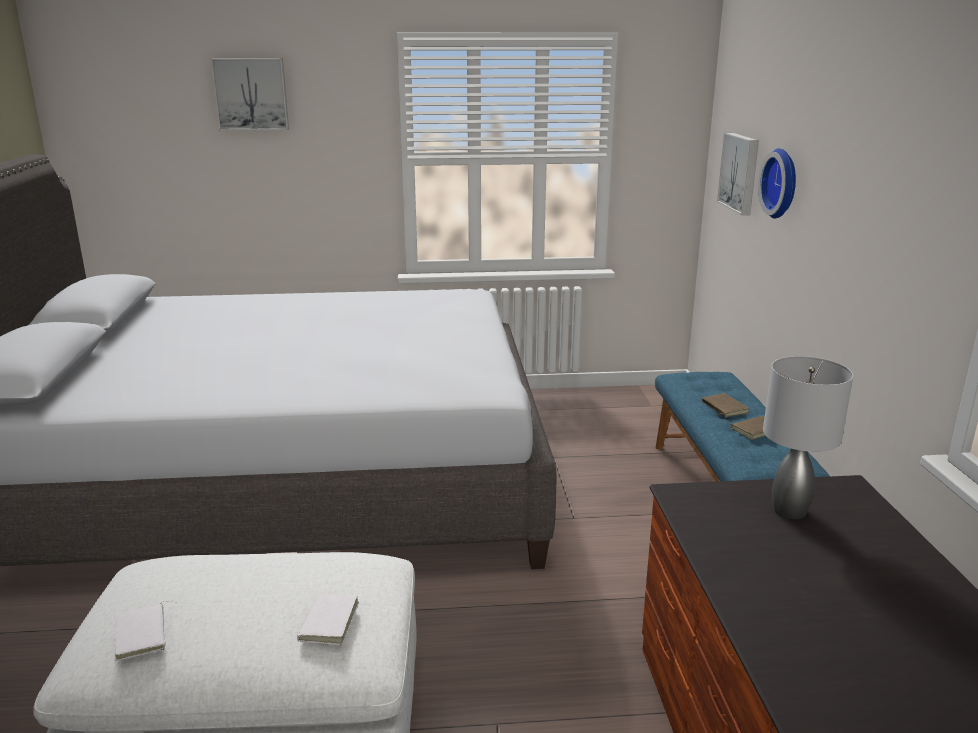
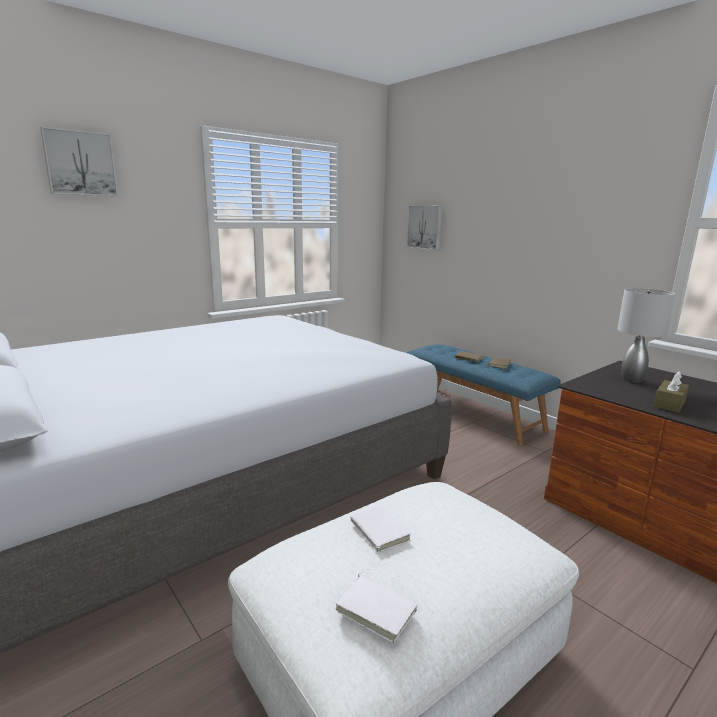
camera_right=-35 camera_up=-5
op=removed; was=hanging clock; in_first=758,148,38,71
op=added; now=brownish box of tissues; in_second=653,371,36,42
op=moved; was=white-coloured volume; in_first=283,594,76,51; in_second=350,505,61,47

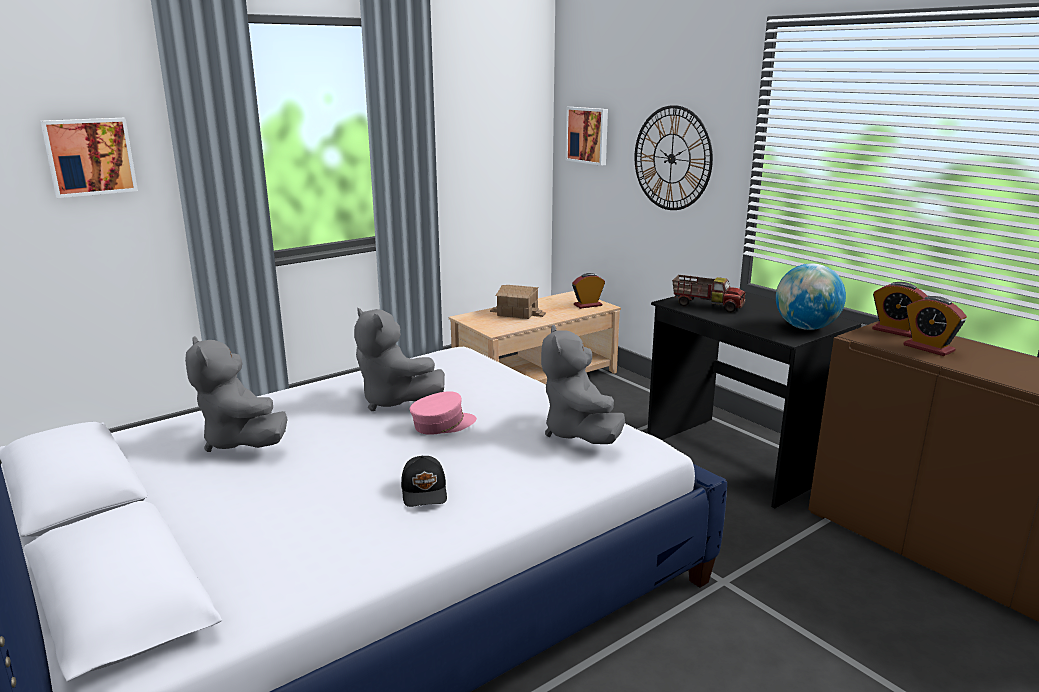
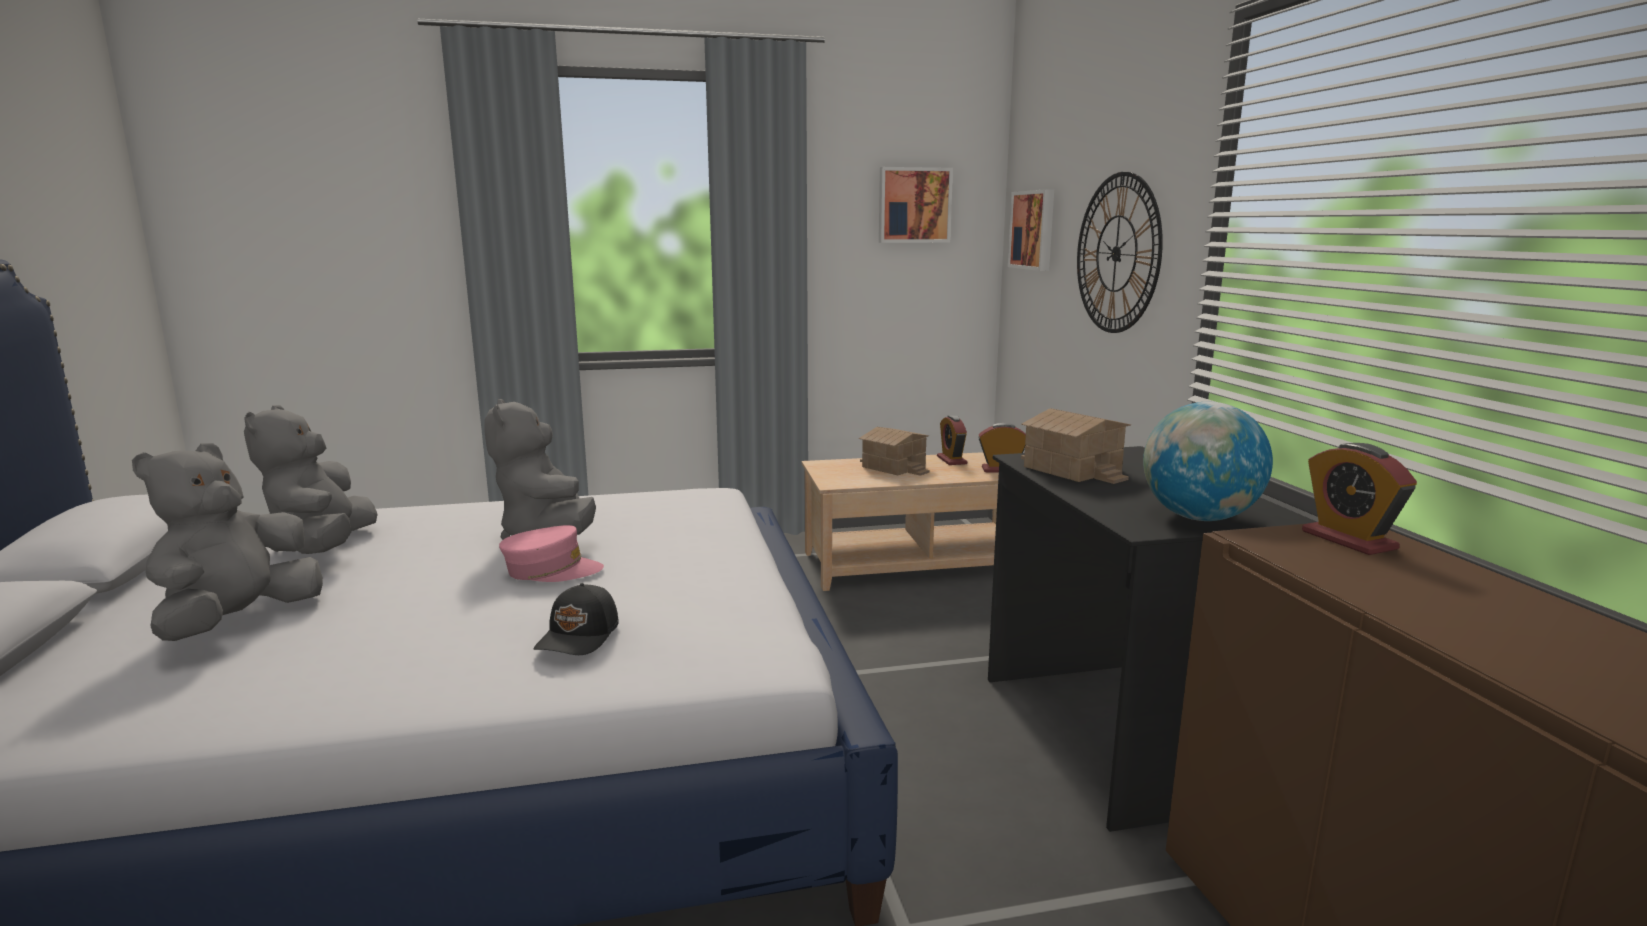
camera_right=25 camera_up=-5
op=moved; was=wall picture; in_first=40,118,98,80; in_second=879,167,74,76
op=moved; was=black-coloured peaked cap; in_first=401,456,46,51; in_second=534,583,85,72
op=moved; was=grey plush toy; in_first=541,325,84,119; in_second=132,443,191,198
op=moved; was=table clock; in_first=904,296,63,60; in_second=937,415,30,50
op=replaced; was=toy truck; now=miniature house; in_first=672,275,74,38; in_second=1021,408,110,76

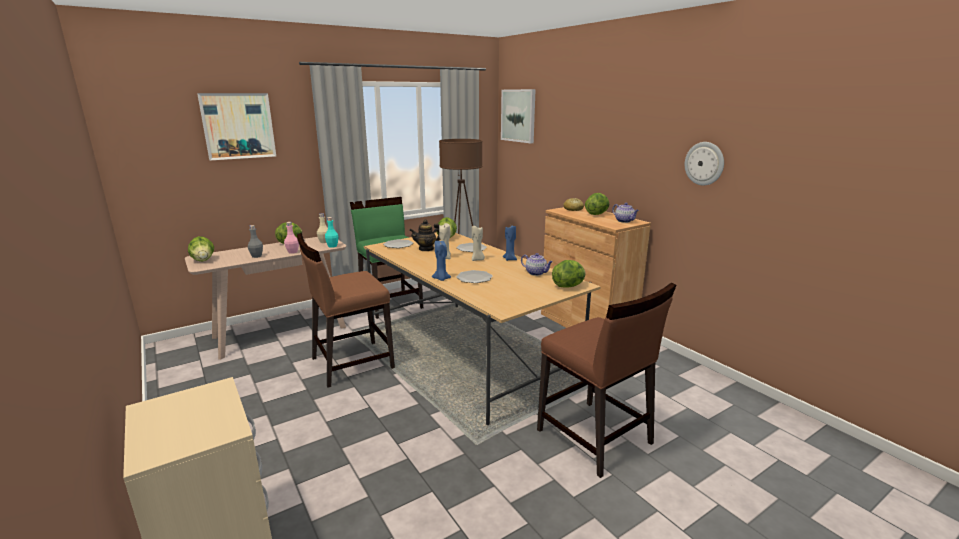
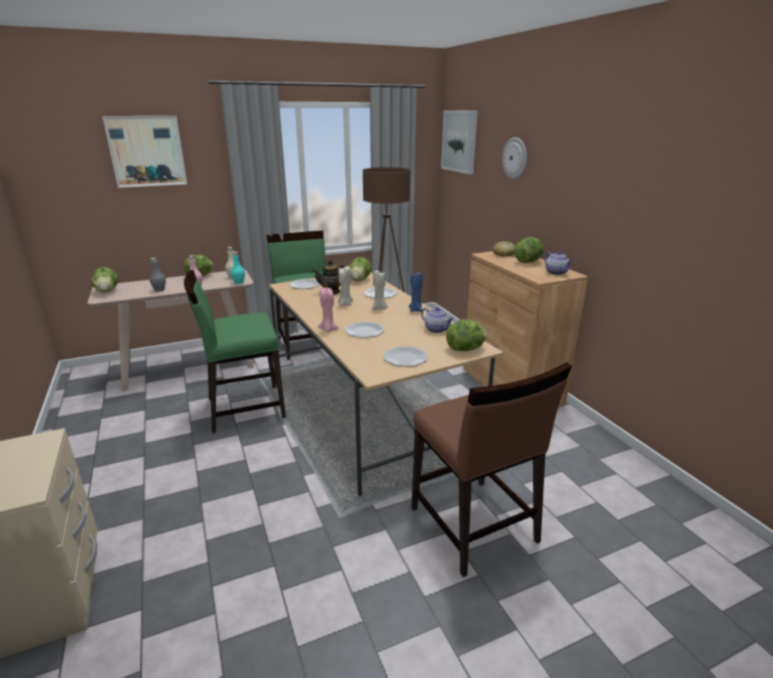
camera_right=10 camera_up=5
op=added; now=flat dish; in_second=384,346,43,21
op=moved; was=hanging clock; in_first=685,142,39,44; in_second=502,137,25,42
op=recoloured; was=brownish plain chair; now=green plain chair; in_first=297,233,98,154; in_second=184,270,102,163
op=recoloured; was=bluish candle; now=pink candle; in_first=432,241,19,40; in_second=318,287,21,45

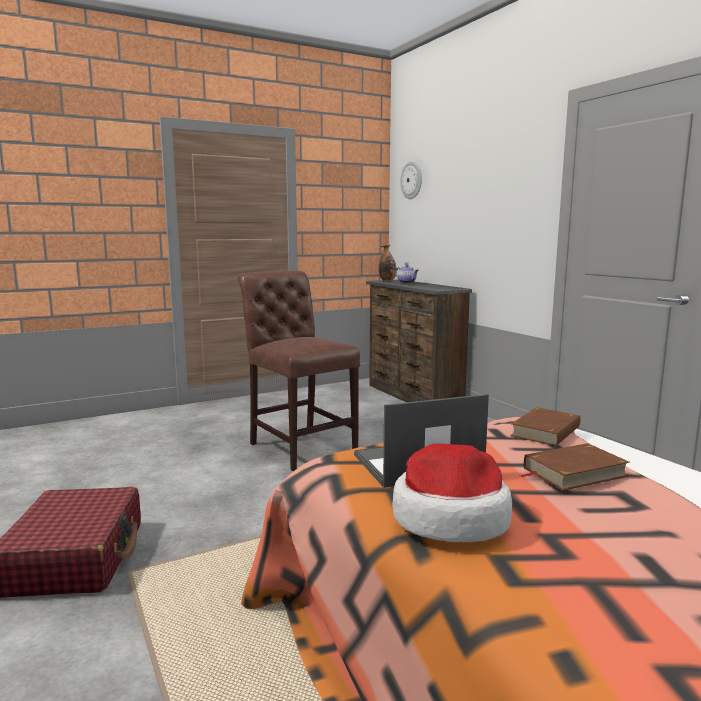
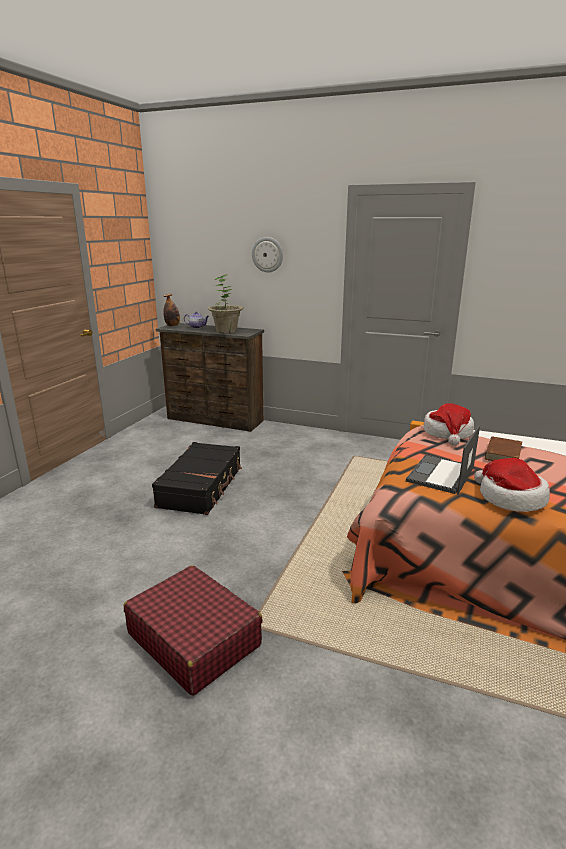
camera_right=-40 camera_up=10
op=added; now=plant in a pot; in_second=208,274,35,59
op=moved; was=hanging clock; in_first=400,161,22,38; in_second=252,237,31,36
op=replaced; was=brownish plain chair; now=black-coloured travel case; in_first=238,270,122,201; in_second=152,442,90,73
op=replaced; was=brownish volume; now=wearable hat; in_first=510,407,70,39; in_second=423,403,51,43

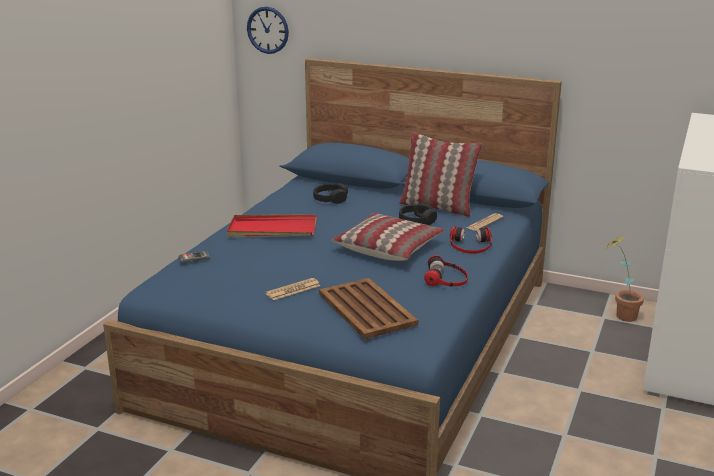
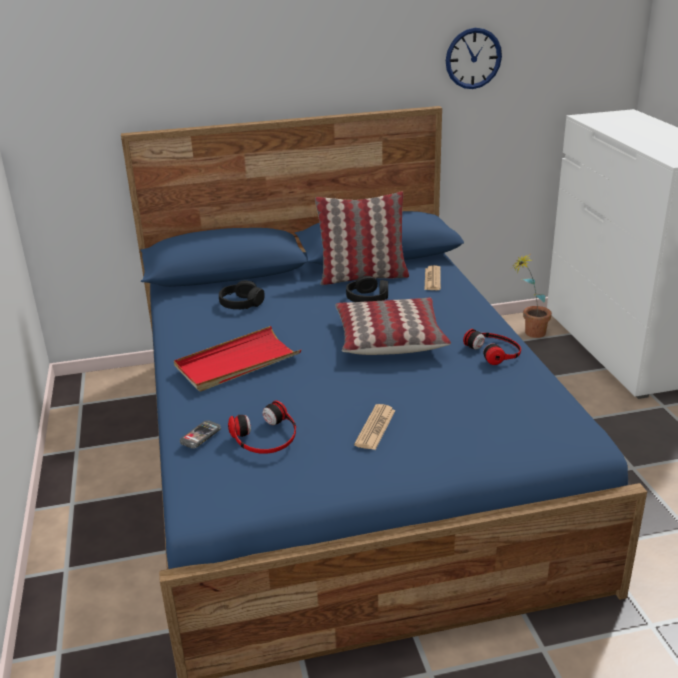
camera_right=-35 camera_up=5
op=removed; was=brownish carrying tray; in_first=319,278,99,61
op=moved; was=hanging clock; in_first=247,7,42,47; in_second=446,28,56,61
op=moved; was=headphones; in_first=450,226,42,28; in_second=228,401,68,53

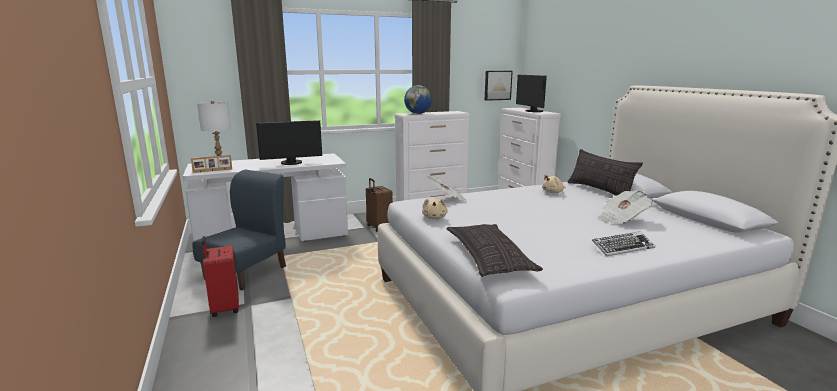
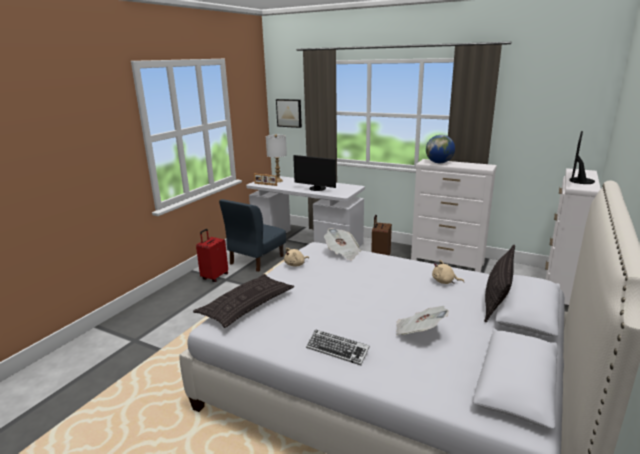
camera_right=50 camera_up=5
op=moved; was=wall picture; in_first=485,71,28,30; in_second=276,99,26,29
op=turned; was=bluish plain chair; in_first=192,170,94,121; in_second=219,199,67,73; clockwise=135

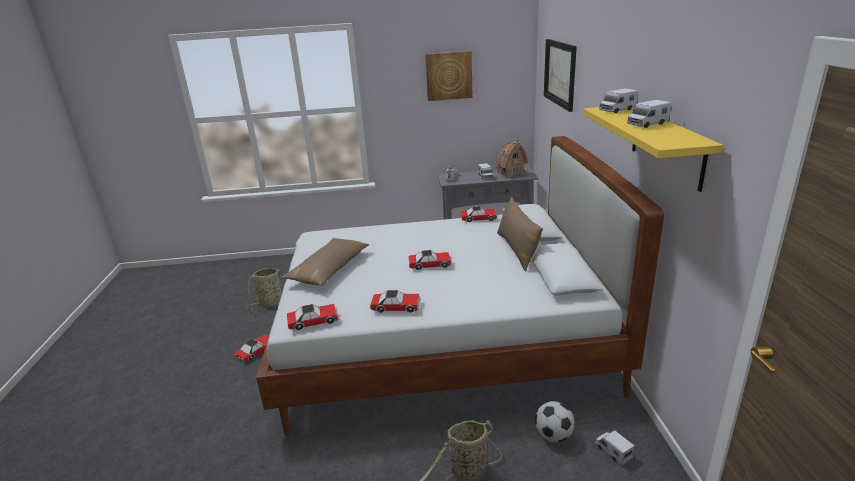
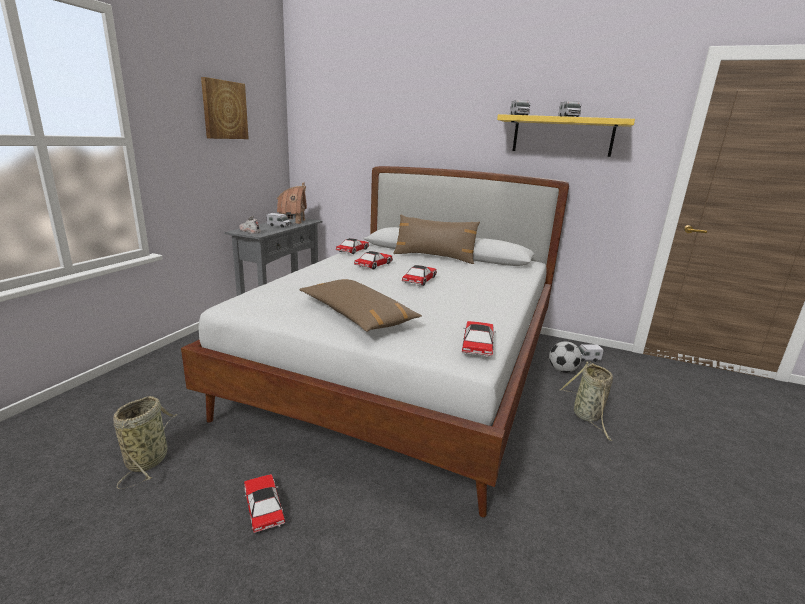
camera_right=-65 camera_up=-5
op=removed; was=wall picture; in_first=544,39,33,73
op=moved; was=miniature car; in_first=370,290,51,22; in_second=354,251,39,18

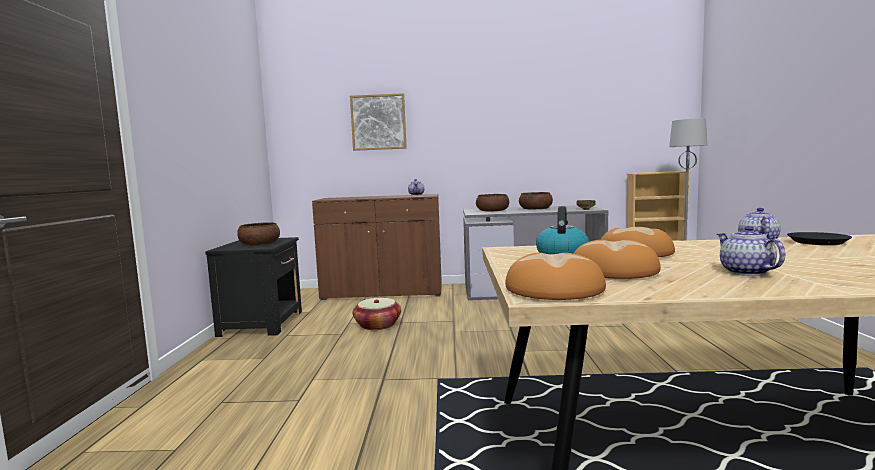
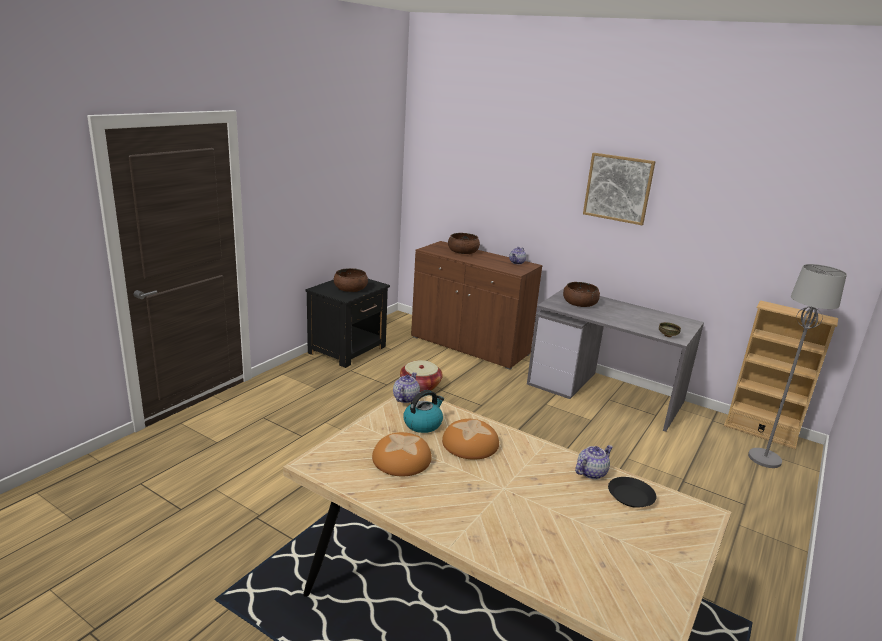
camera_right=30 camera_up=15
op=removed; was=bread; in_first=505,253,101,47
op=moved; was=wall picture; in_first=350,93,57,58; in_second=583,153,73,72
op=moved; was=brownish serving bowl; in_first=519,192,34,17; in_second=448,233,32,21
op=moved; was=pot for tea; in_first=717,226,68,50; in_second=393,372,27,31

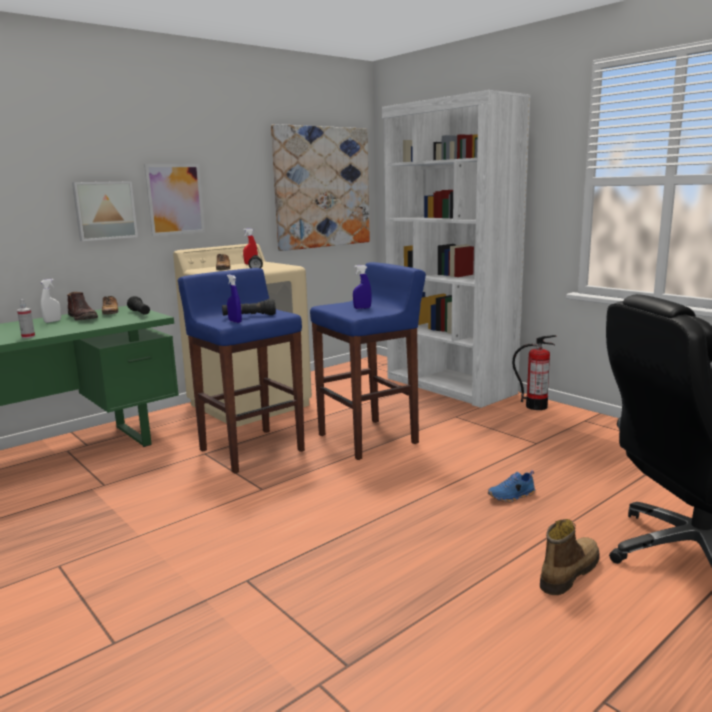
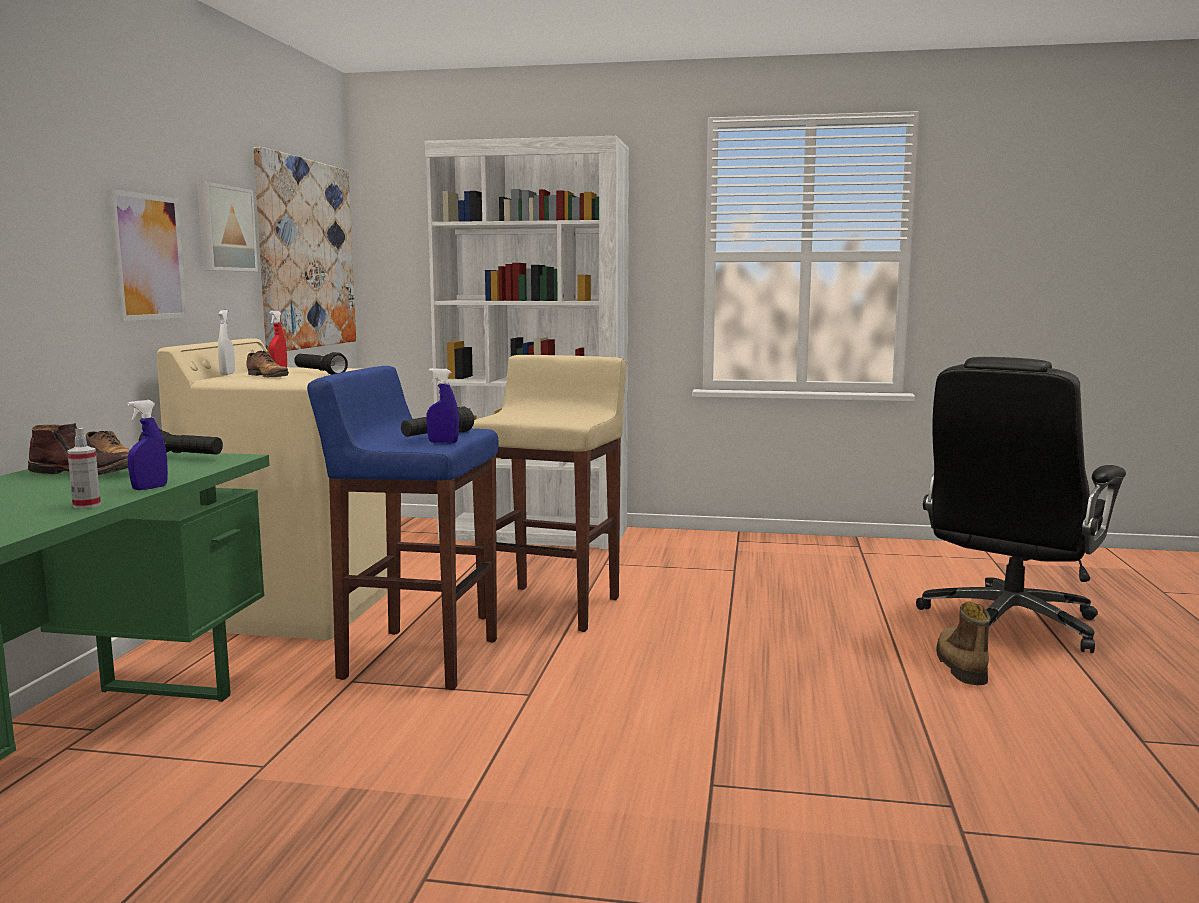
camera_right=-40 camera_up=-5
op=removed; was=bluish item of footwear; in_first=488,470,47,32
op=removed; was=extinguisher; in_first=512,335,45,75
op=moved; was=white-coloured sprayer; in_first=40,279,21,44; in_second=218,310,17,65
op=moved; was=wall picture; in_first=72,181,66,60; in_second=197,182,61,89
op=moved; was=bluish sprayer; in_first=353,265,19,44; in_second=127,400,41,90
op=recoloured; was=bluish sitting stool; now=sand-coloured sitting stool; in_first=310,262,116,198; in_second=471,355,155,277

